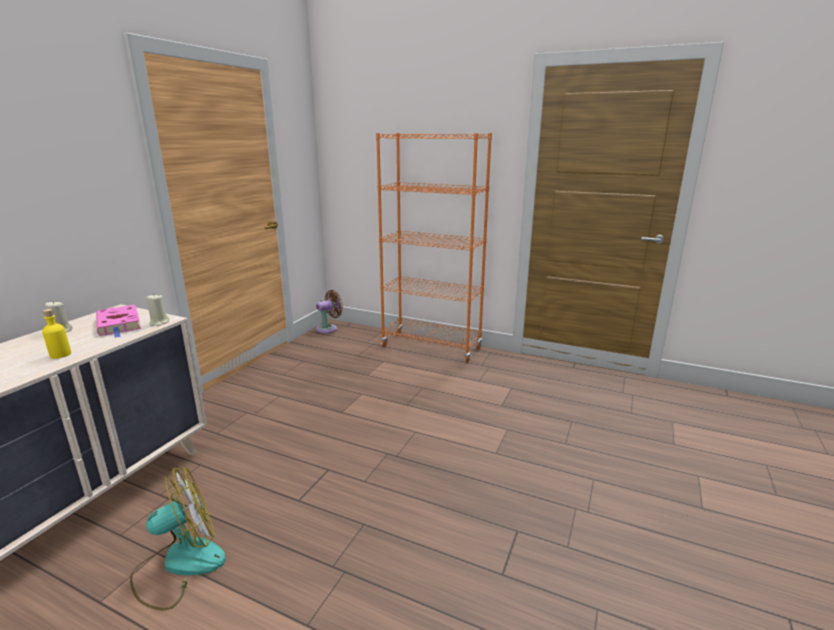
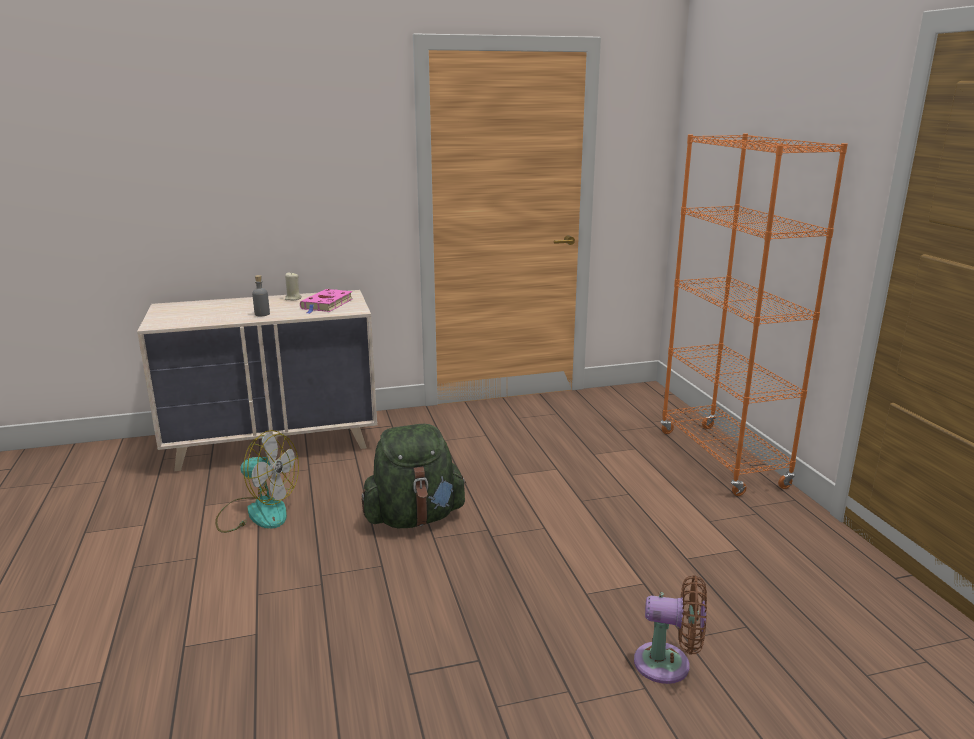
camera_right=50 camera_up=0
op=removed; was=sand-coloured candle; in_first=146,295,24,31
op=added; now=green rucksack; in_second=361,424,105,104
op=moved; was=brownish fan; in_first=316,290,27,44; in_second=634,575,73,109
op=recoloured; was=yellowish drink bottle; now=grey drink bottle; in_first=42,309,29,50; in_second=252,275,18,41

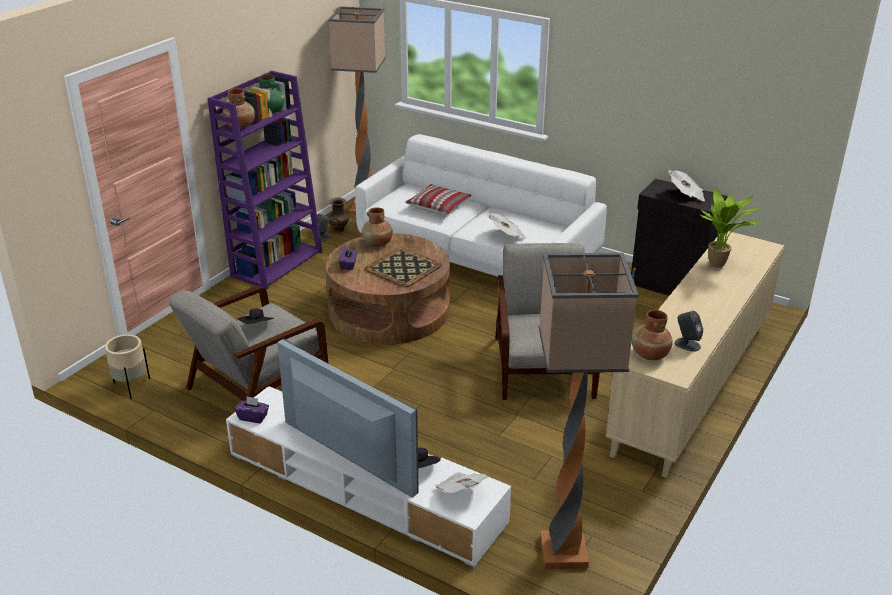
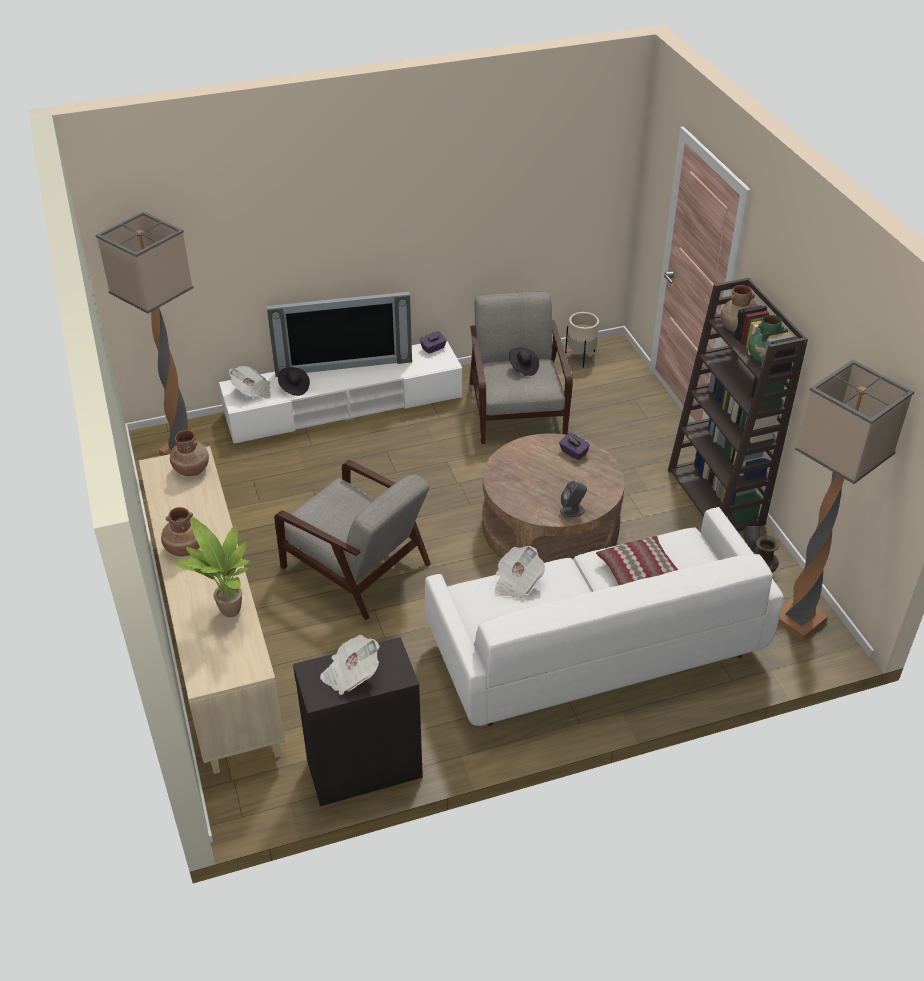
camera_right=130 camera_up=10
op=removed; was=carrying tray; in_first=365,248,77,39
op=moved; was=brownish vase; in_first=362,207,31,40; in_second=161,507,39,49
op=moved; was=grey loudspeaker; in_first=674,311,29,41; in_second=560,481,27,36
op=recoloured; was=purple bookshelf; now=brownish bookshelf; in_first=207,71,115,219; in_second=668,278,140,254

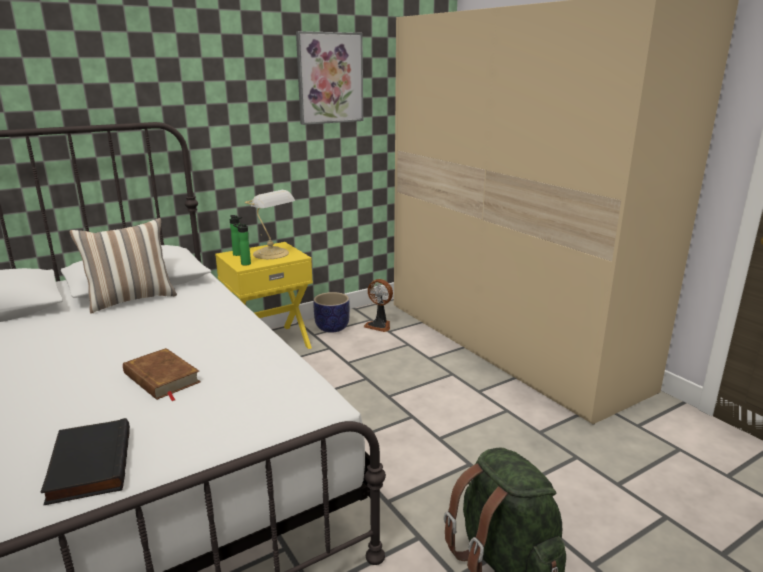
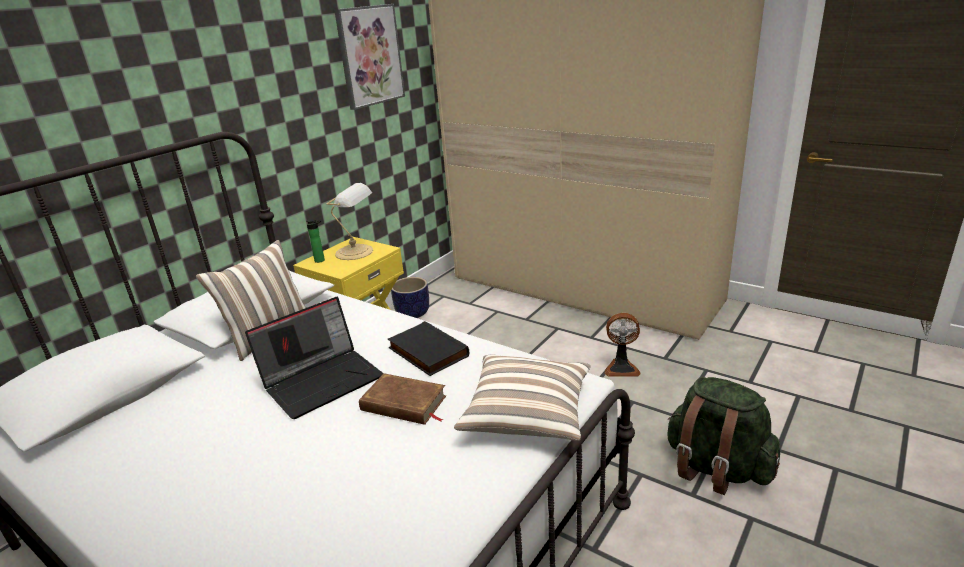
camera_right=-20 camera_up=5
op=removed; was=drink bottle; in_first=233,223,18,43
op=added; now=portable computer; in_second=245,297,138,122
op=added; now=cushion; in_second=454,354,137,87
op=moved; was=black-coloured volume; in_first=41,418,89,87; in_second=388,321,81,55
op=moved; was=fan; in_first=364,279,29,53; in_second=604,313,37,63

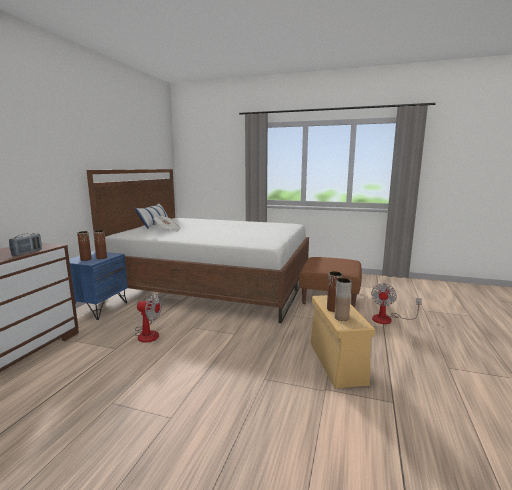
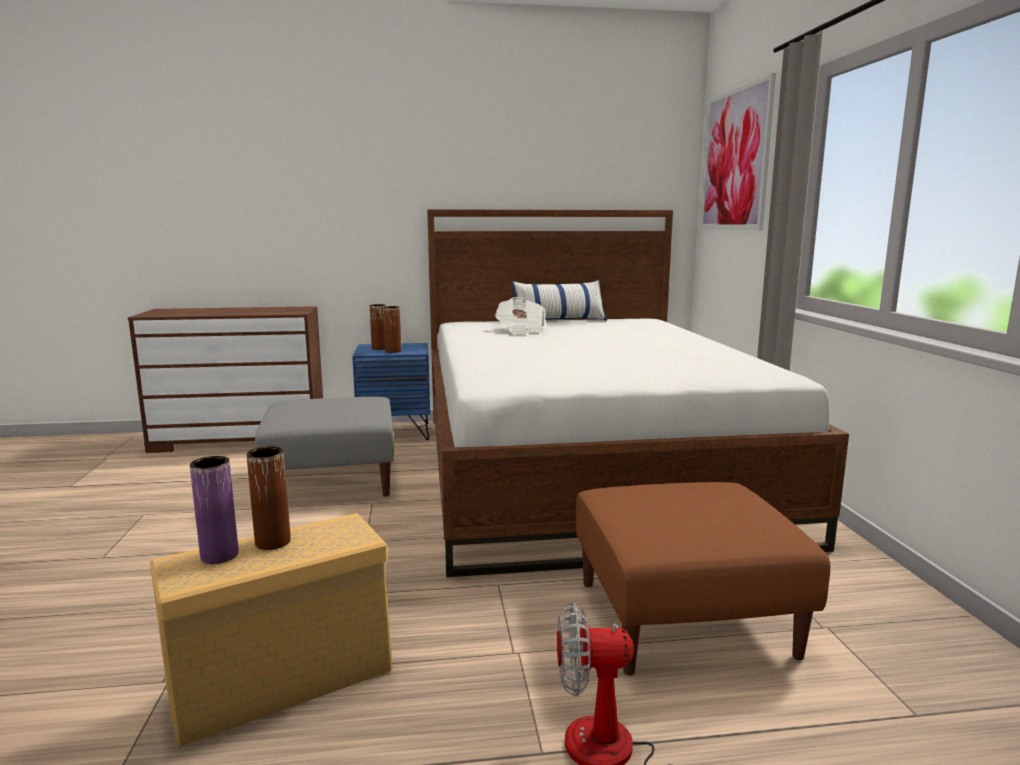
camera_right=65 camera_up=0
op=removed; was=radio set; in_first=9,233,33,23
op=added; now=wall picture; in_second=700,73,76,157
op=replaced; was=fan; now=grey ottoman; in_first=135,294,27,49; in_second=255,397,139,99
op=recoloured; was=brownish vase; now=purple vase; in_first=335,278,17,43; in_second=190,456,48,108

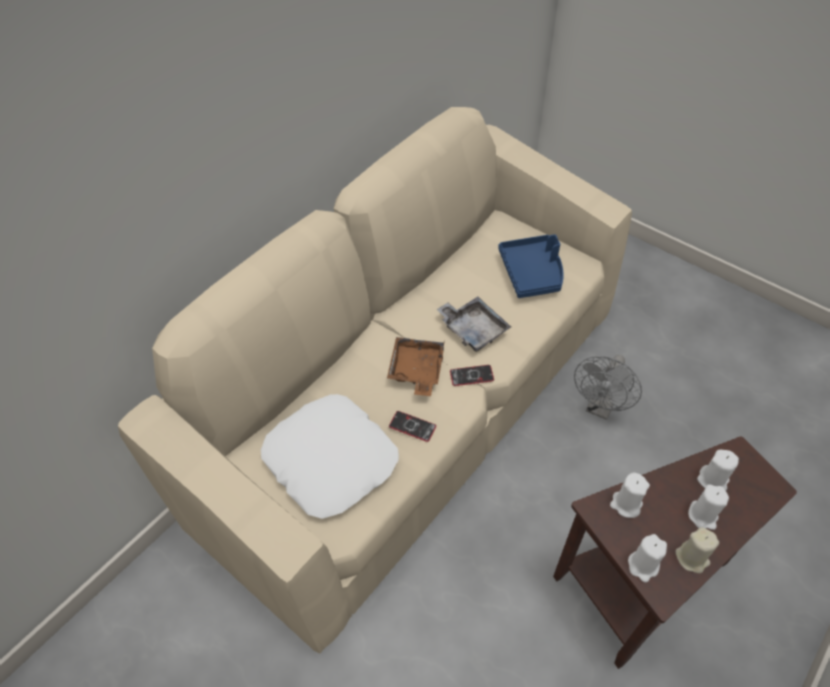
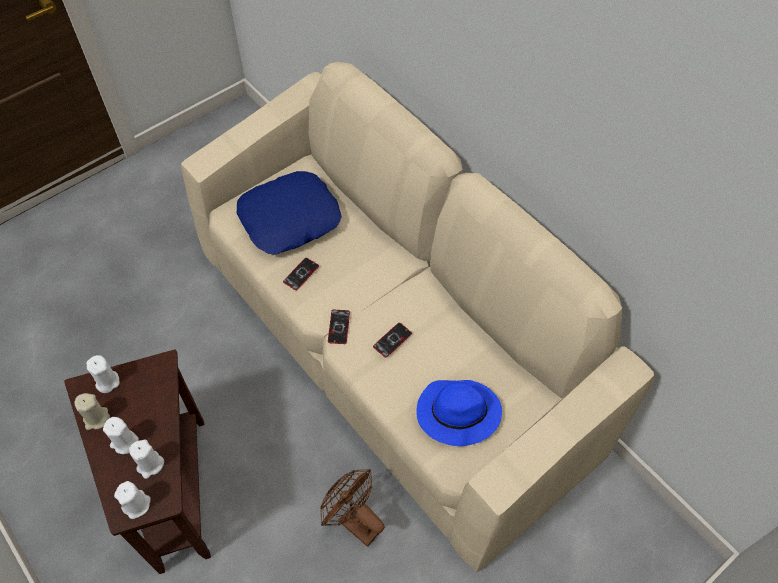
camera_right=100 camera_up=5
op=removed; was=brownish carrying tray; in_first=387,337,58,59
op=moved; was=white-coloured candle; in_first=610,472,40,46; in_second=114,481,37,38
op=replaced; was=grey carrying tray; now=phone; in_first=436,296,75,56; in_second=373,323,39,35
op=replaced; was=bluish carrying tray; now=bluish wearable hat; in_first=498,234,66,64; in_second=416,380,86,66
op=recoloured; was=white-coloured cushion; now=bluish cushion; in_first=261,394,138,125; in_second=237,171,105,84
op=recoloured; was=grey fan; now=brownish fan; in_first=574,355,68,65; in_second=320,469,64,78

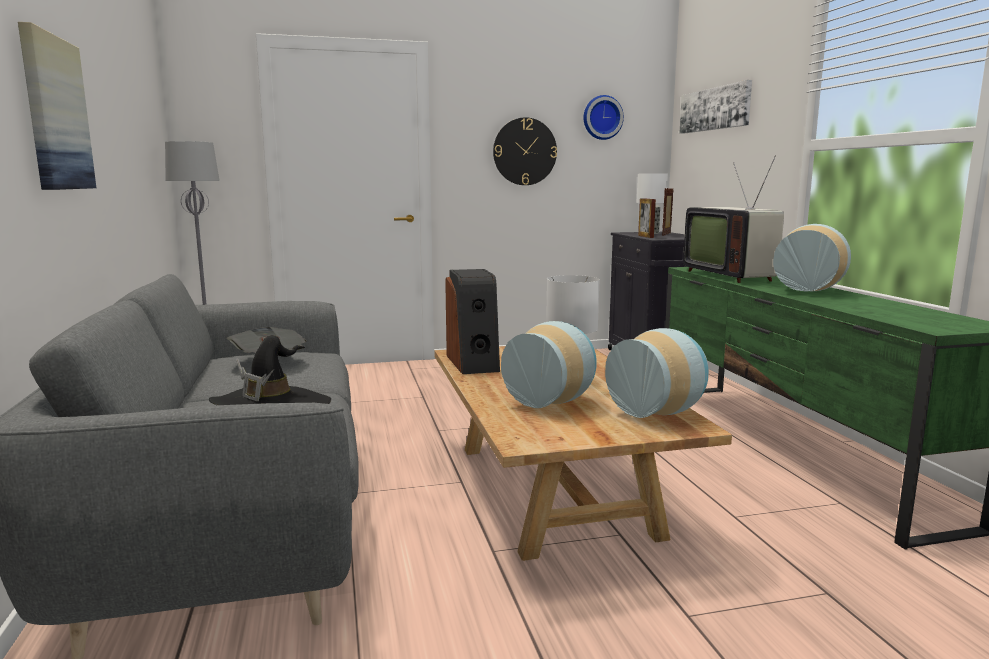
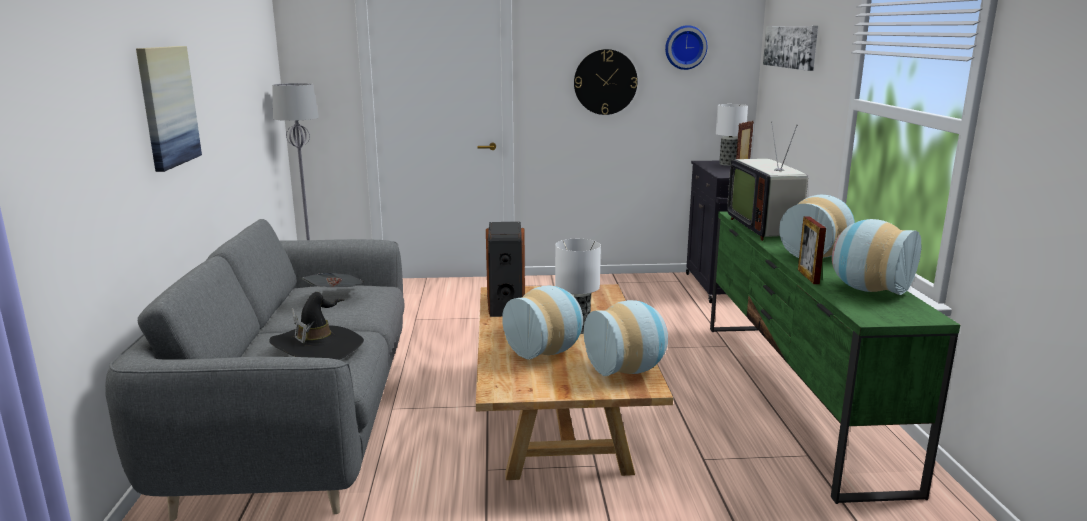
camera_right=10 camera_up=5
op=added; now=vase; in_second=832,219,90,76
op=moved; was=standing frame; in_first=638,198,18,40; in_second=798,216,28,68

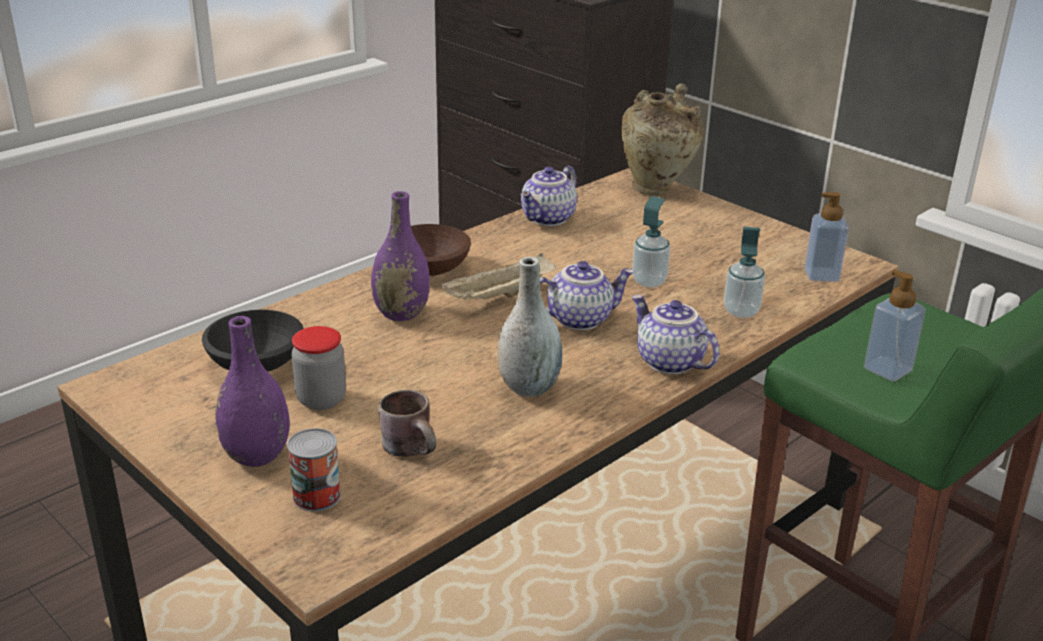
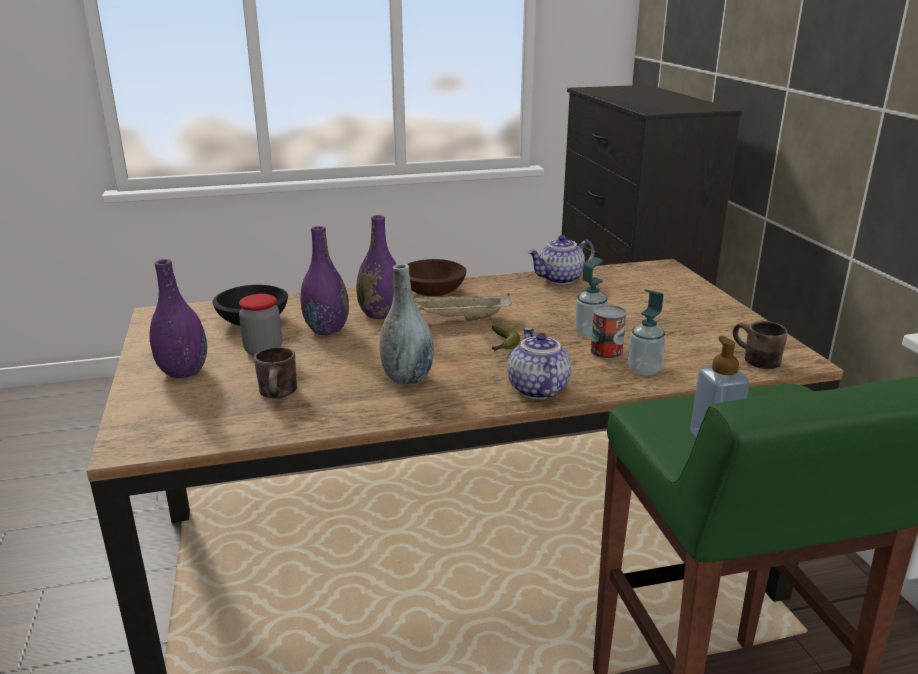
camera_right=30 camera_up=-5
op=removed; was=sand-coloured vase; in_first=621,83,83,112
op=added; now=purple vase; in_second=301,226,48,109
op=moved; was=can; in_first=287,428,54,84; in_second=590,305,37,54
op=replaced; was=pot for tea; now=banana; in_first=539,261,95,69; in_second=492,325,28,26
op=replaced; was=liquid soap bottle; now=brownish tea mug; in_first=804,192,45,90; in_second=733,321,55,48

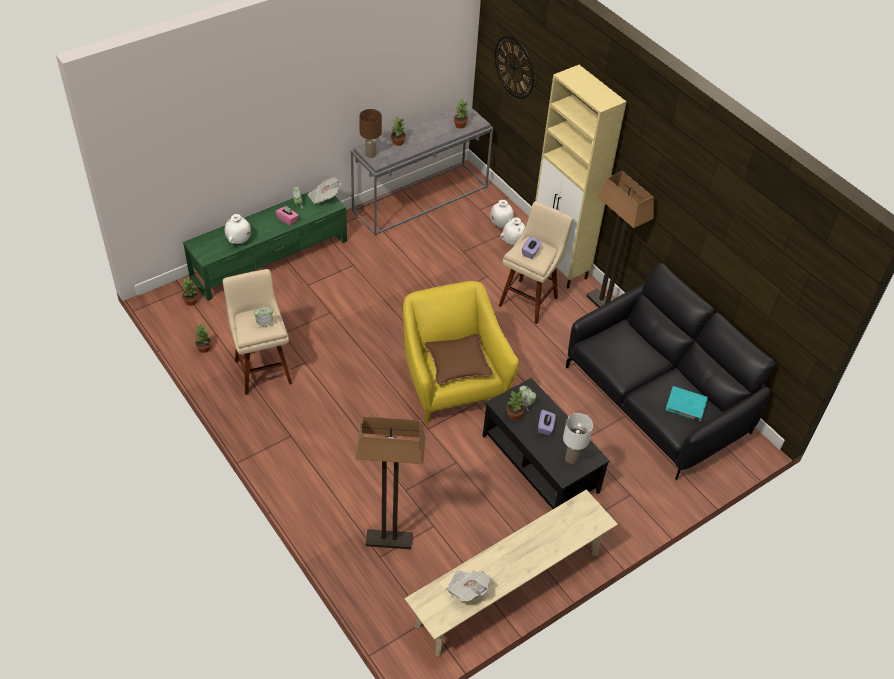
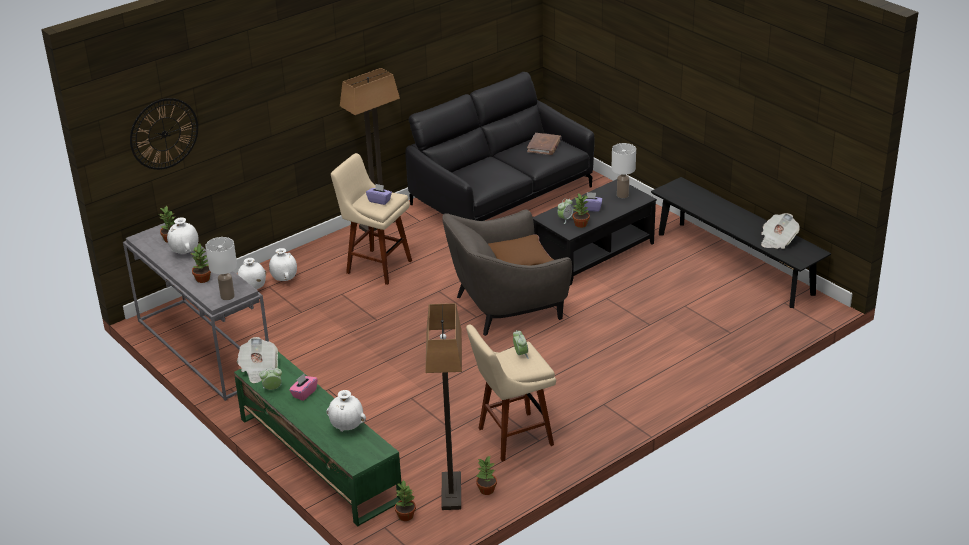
camera_right=-90 camera_up=-15
op=removed; was=sand-coloured cupboard; in_first=535,65,92,223
op=added; now=white-coloured vase; in_second=167,217,32,37
op=moved; was=standard lamp; in_first=355,416,70,133; in_second=425,303,37,207
op=recoloured; was=brownish lamp for a table; now=white-coloured lamp for a table; in_first=359,109,23,49; in_second=205,237,32,63
op=recoloured; was=yellowish easy chair; now=grey easy chair; in_first=403,281,116,142; in_second=442,209,130,127
op=recoloured; was=sand-coloured bench; now=black-coloured bench; in_first=405,490,213,166; in_second=651,177,180,131
op=recoloured; was=turquoise volume; now=brownish volume; in_first=665,386,43,36; in_second=527,133,35,22

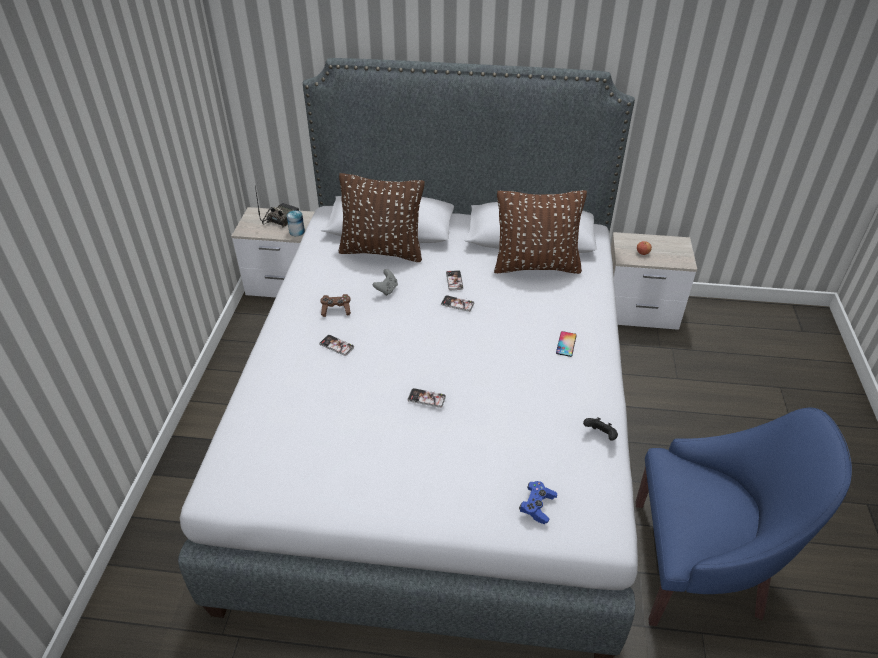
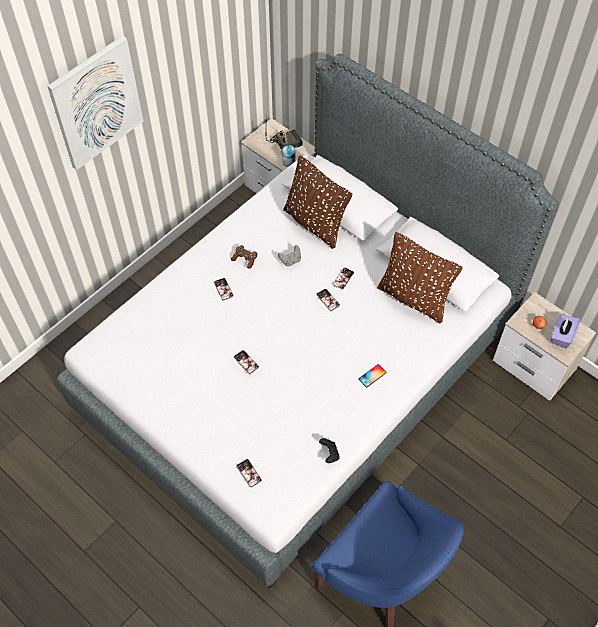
camera_right=35 camera_up=15
op=added; now=wall picture; in_second=47,36,97,134
op=added; now=purple box of tissues; in_second=551,314,29,34
op=replaced; was=bluish game controller; now=phone; in_first=519,481,38,43; in_second=236,459,26,29

